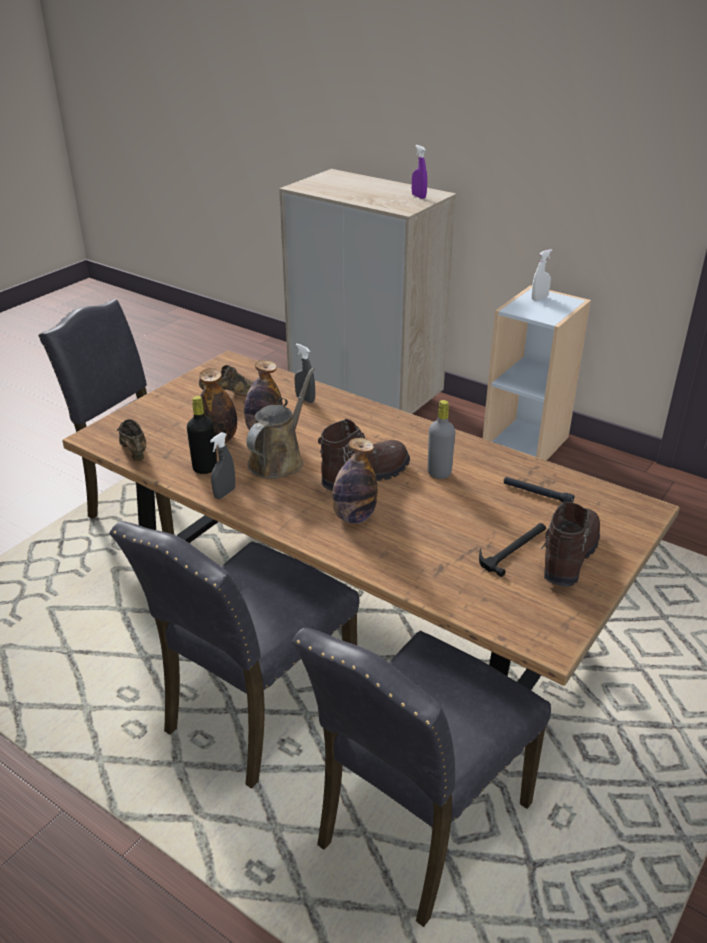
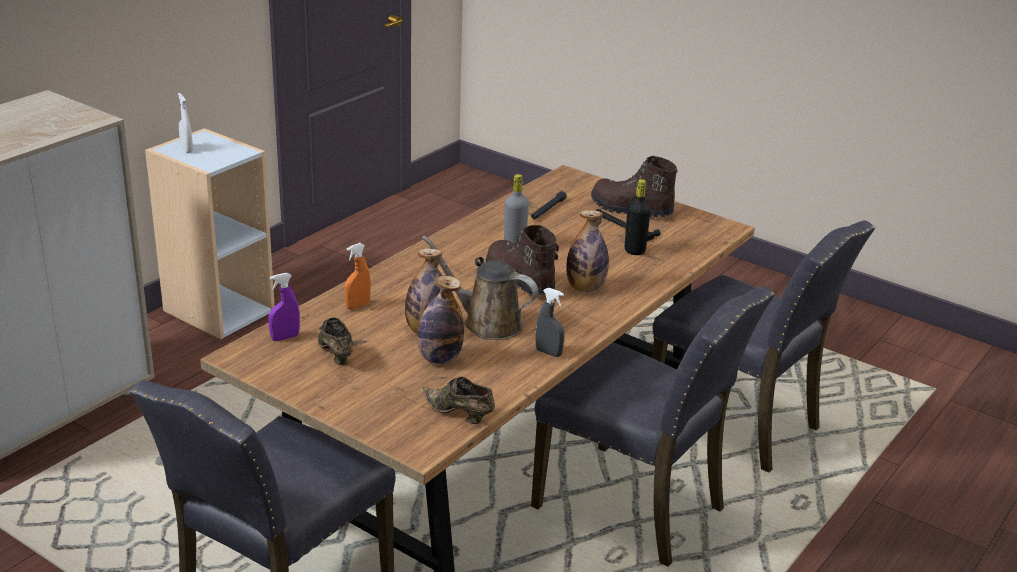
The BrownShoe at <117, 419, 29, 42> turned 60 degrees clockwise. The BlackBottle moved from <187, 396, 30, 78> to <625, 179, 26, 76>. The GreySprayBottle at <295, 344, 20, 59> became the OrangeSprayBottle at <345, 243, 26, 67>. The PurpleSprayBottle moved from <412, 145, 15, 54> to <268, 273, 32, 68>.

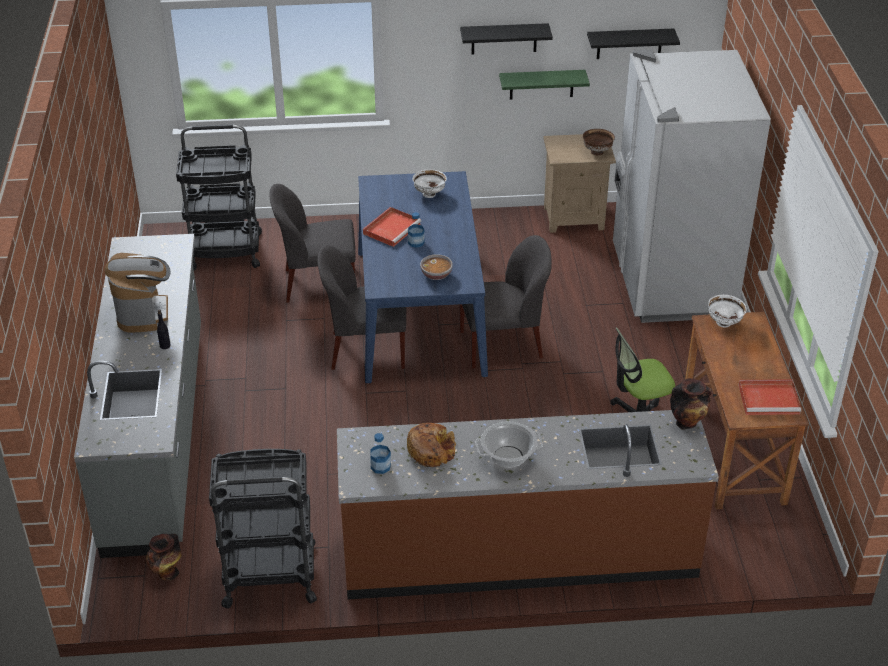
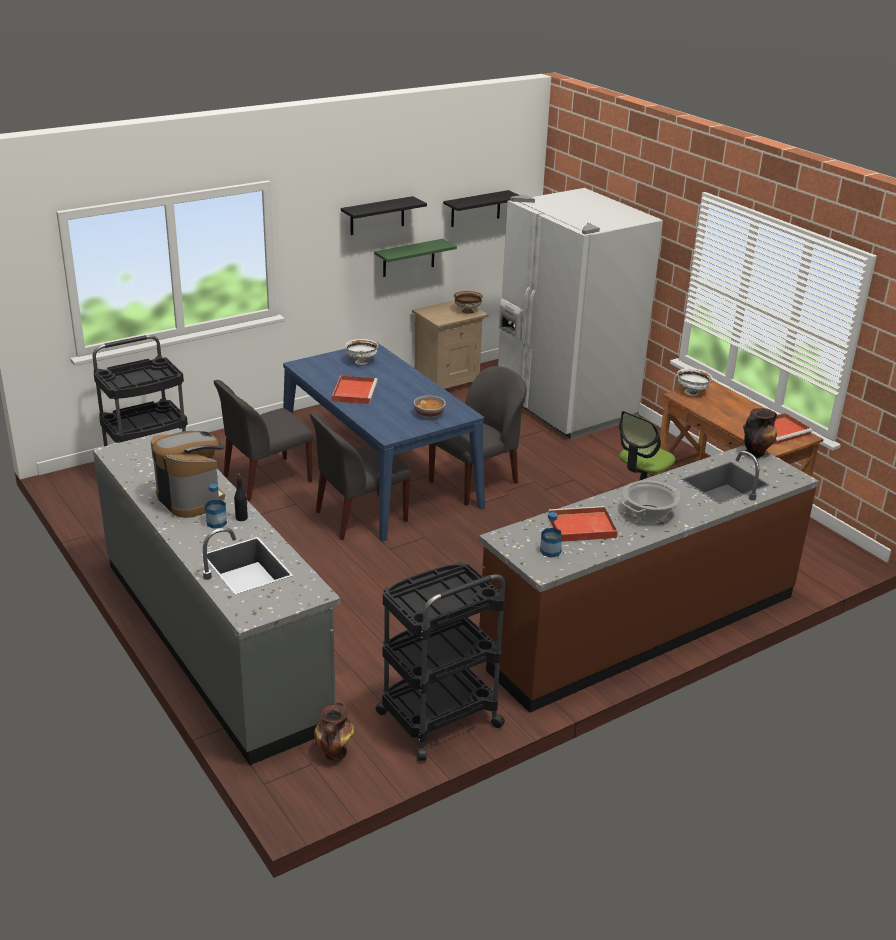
The Bread at <407, 423, 49, 44> was replaced by the RedTray at <548, 506, 70, 36>. The Bottle moved from <408, 212, 17, 36> to <205, 484, 22, 45>.

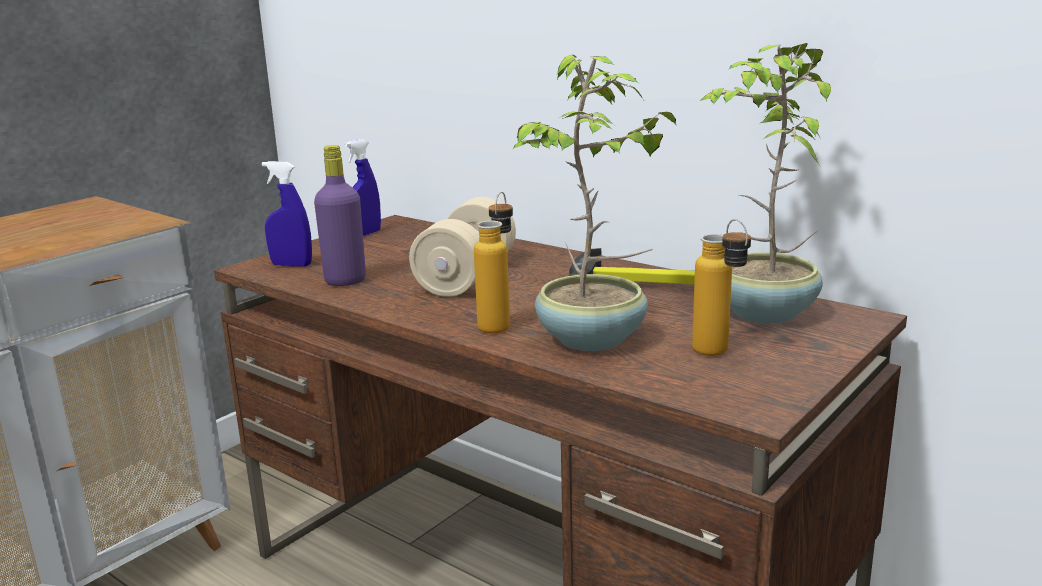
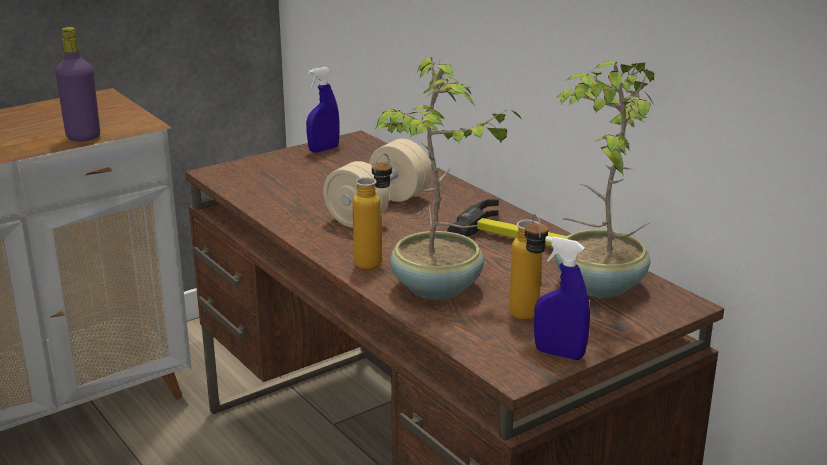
The BlueSprayBottle moved from <262, 161, 50, 106> to <534, 236, 56, 124>. The PurpleBottle moved from <314, 145, 52, 141> to <55, 27, 45, 114>.

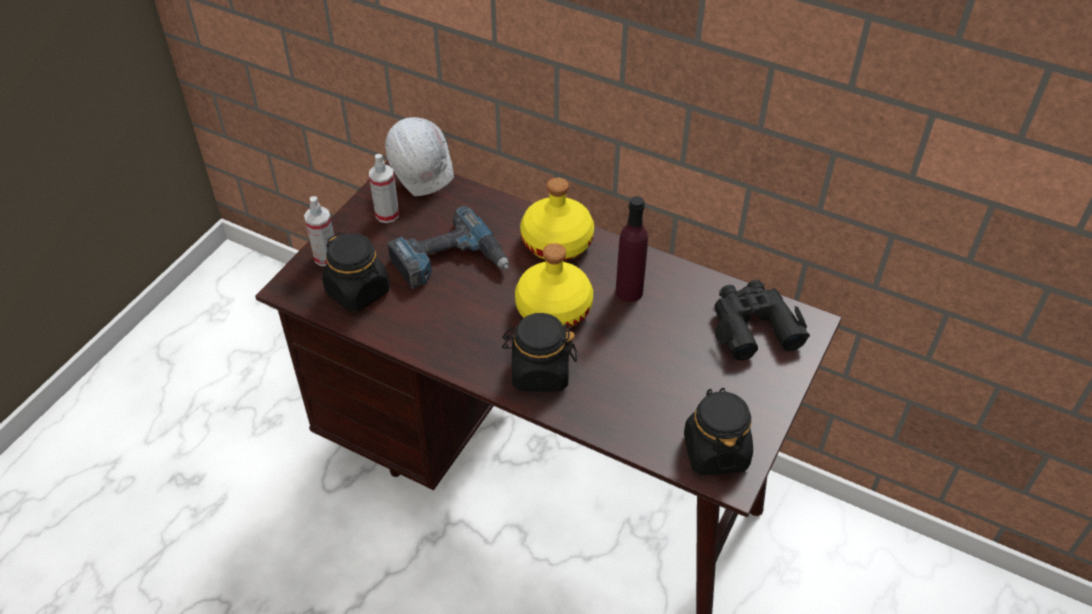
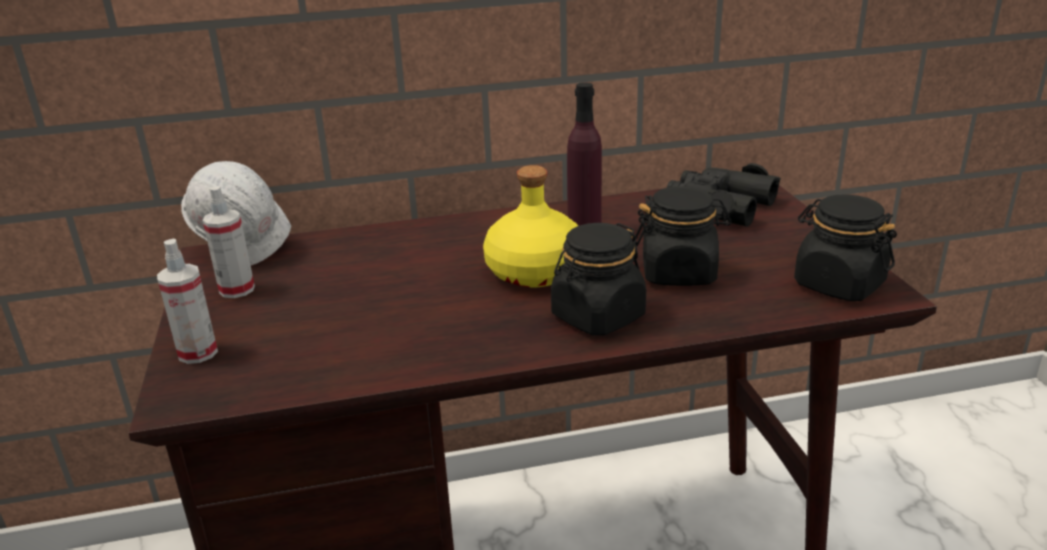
The BlackJar moved from <322, 232, 68, 80> to <635, 186, 97, 100>. The PowerDrill at <387, 206, 122, 83> disappeared. The YellowBottle at <520, 177, 74, 84> disappeared.

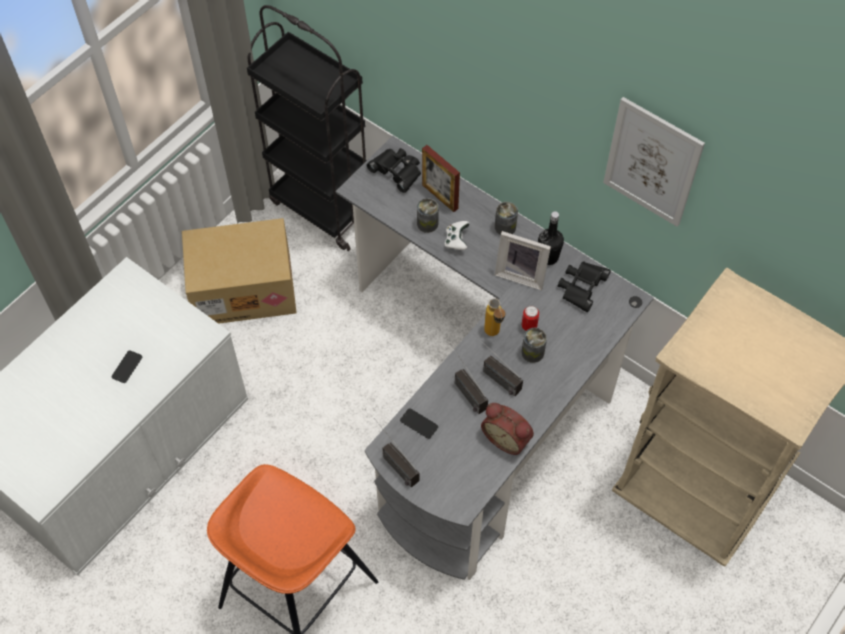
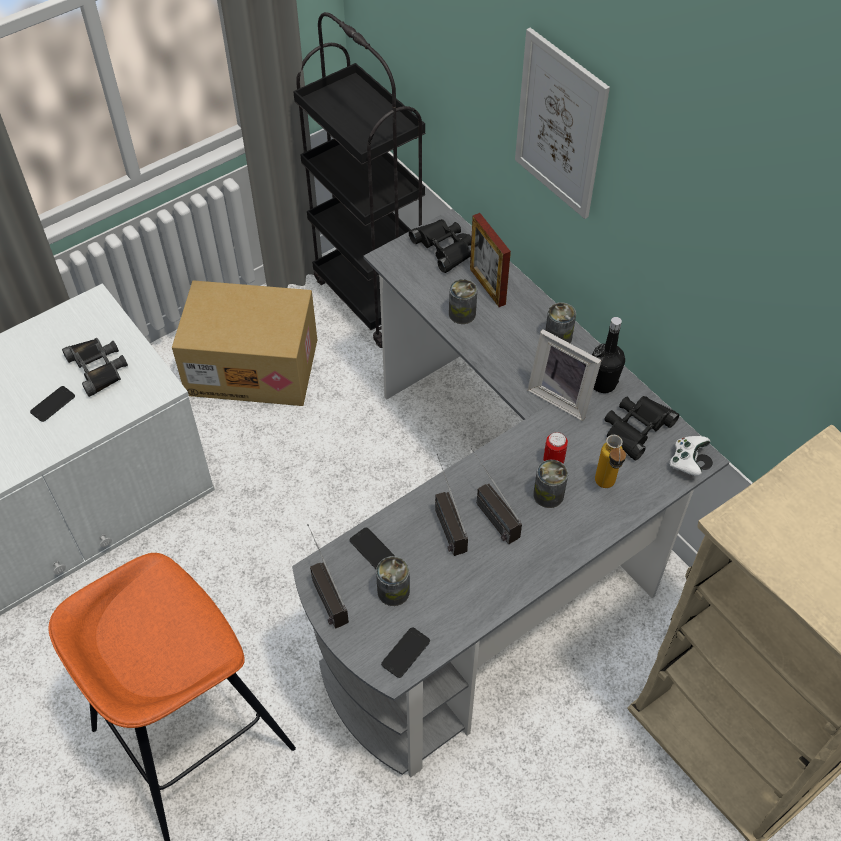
The WhiteGameController moved from <445, 221, 25, 29> to <670, 436, 40, 40>. The AlarmClock at <481, 403, 53, 52> disappeared. The Bottle moved from <484, 298, 21, 38> to <595, 435, 31, 53>. The Picture moved from <603, 97, 102, 130> to <515, 28, 95, 191>. The BlackBinoculars at <62, 338, 66, 59> appeared. The Can at <376, 556, 34, 50> appeared. The Phone at <381, 627, 49, 51> appeared.

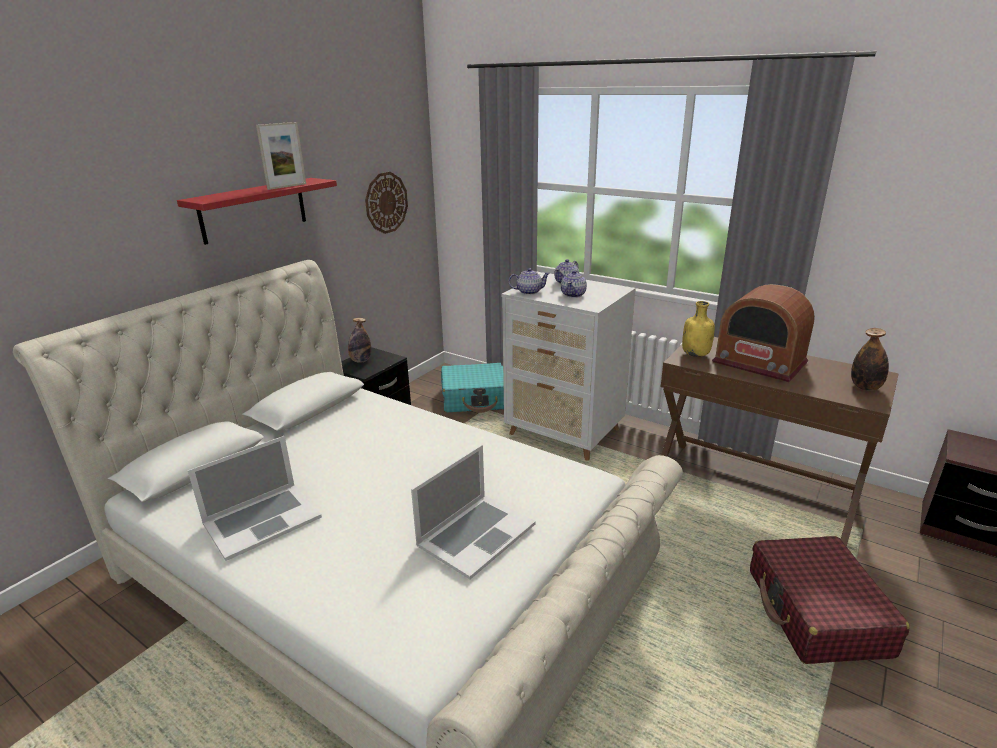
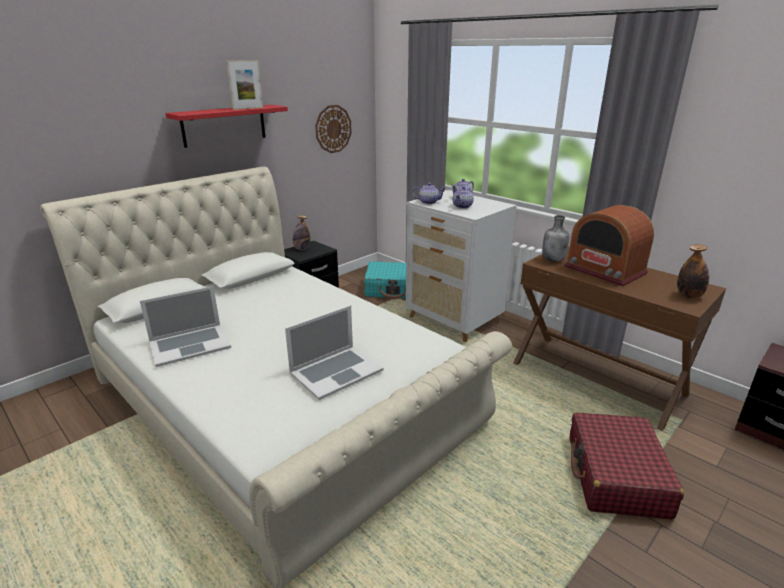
The YellowBottle at <682, 301, 33, 56> became the GreyBottle at <542, 215, 27, 47>.

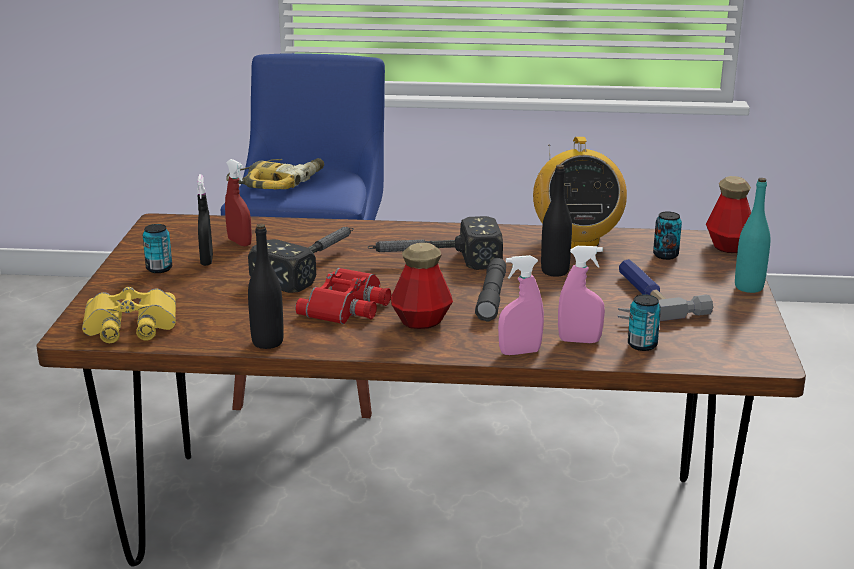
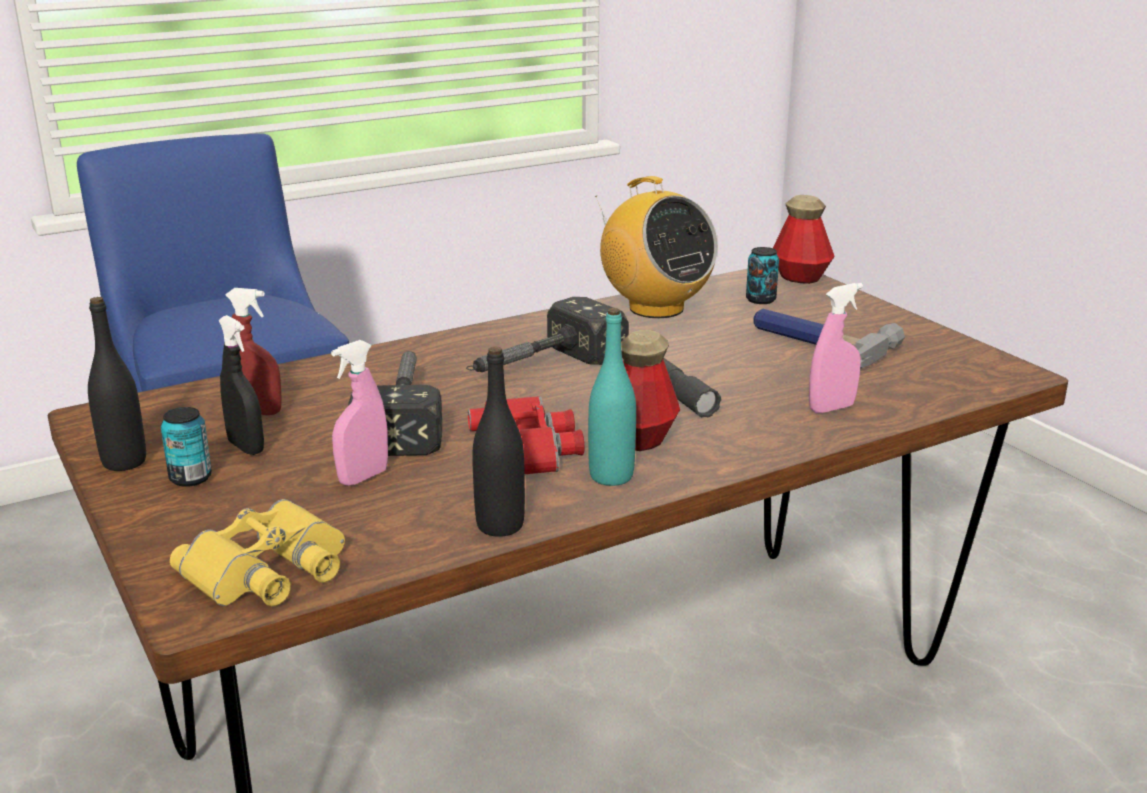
The PowerDrill at <226, 158, 98, 31> disappeared. The PinkSprayBottle moved from <498, 255, 46, 100> to <331, 340, 57, 146>. The BlackBottle moved from <541, 164, 31, 113> to <88, 297, 58, 174>. The Can at <628, 294, 33, 57> disappeared. The TurquoiseBottle moved from <735, 178, 35, 115> to <588, 308, 48, 178>.

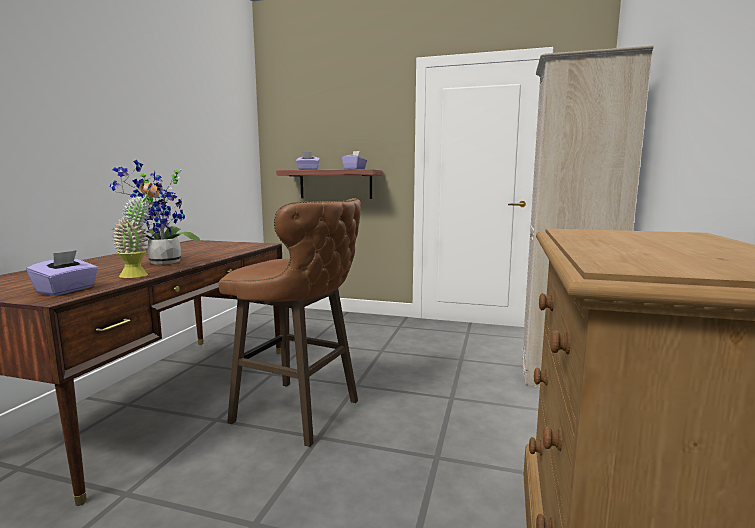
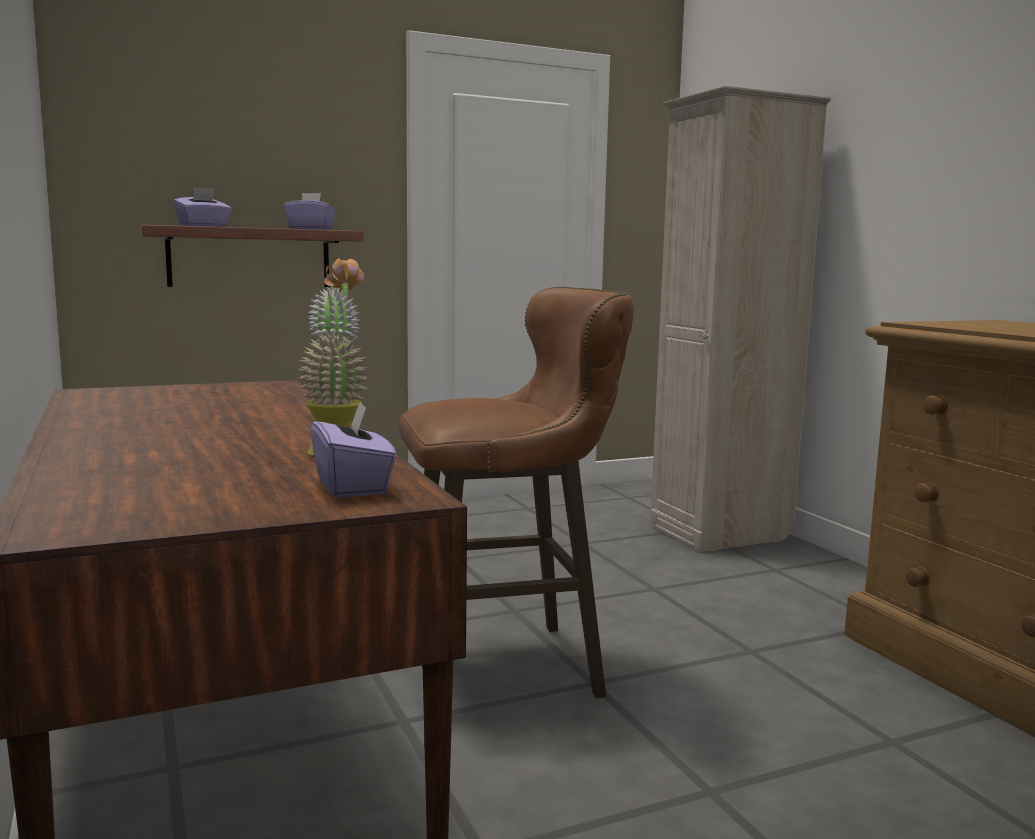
The PottedPlant at <110, 160, 90, 105> disappeared.

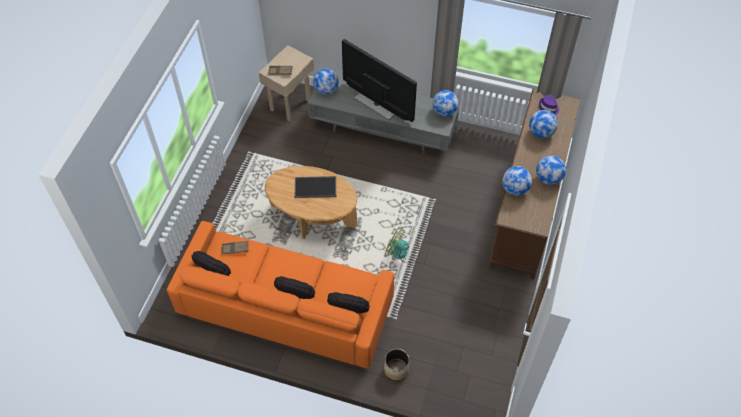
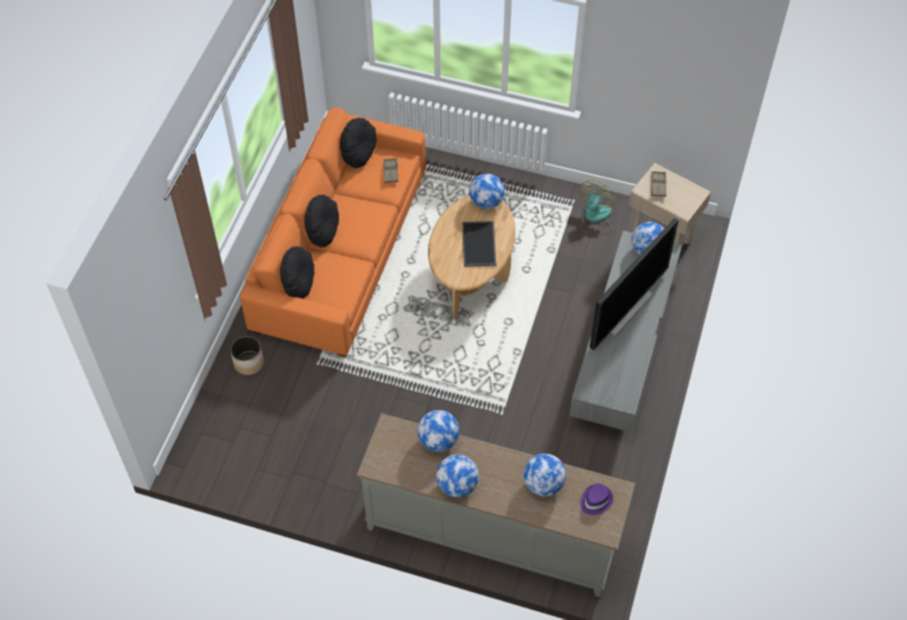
The Fan moved from <385, 227, 35, 36> to <579, 180, 36, 55>. The Globe moved from <432, 90, 27, 26> to <469, 174, 36, 35>. The BrownCabinet at <490, 88, 90, 192> became the GreyCabinet at <356, 413, 280, 184>.

